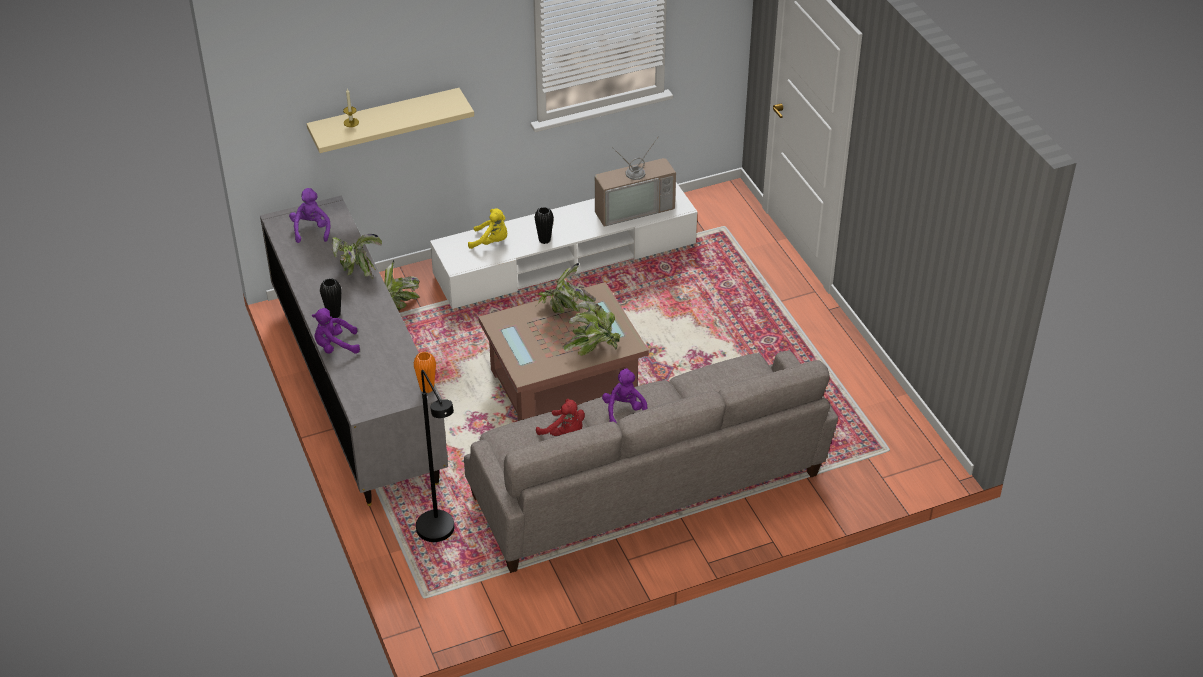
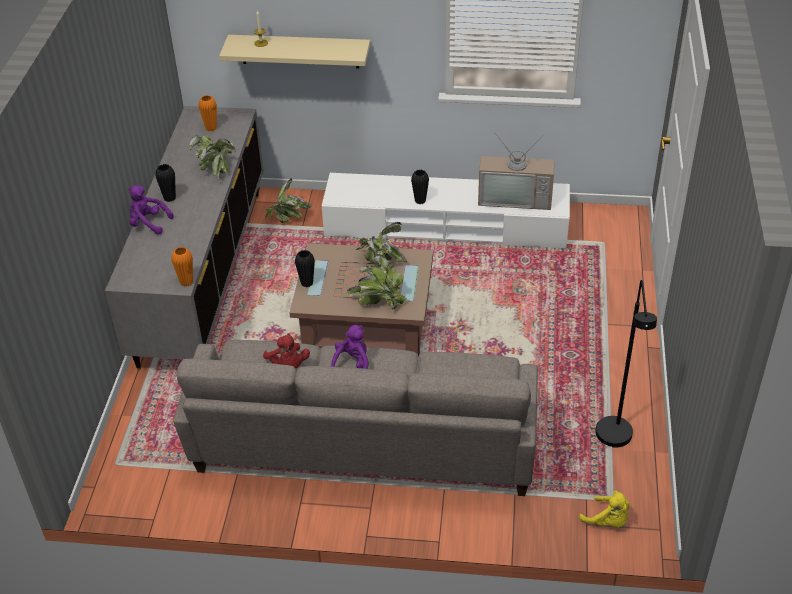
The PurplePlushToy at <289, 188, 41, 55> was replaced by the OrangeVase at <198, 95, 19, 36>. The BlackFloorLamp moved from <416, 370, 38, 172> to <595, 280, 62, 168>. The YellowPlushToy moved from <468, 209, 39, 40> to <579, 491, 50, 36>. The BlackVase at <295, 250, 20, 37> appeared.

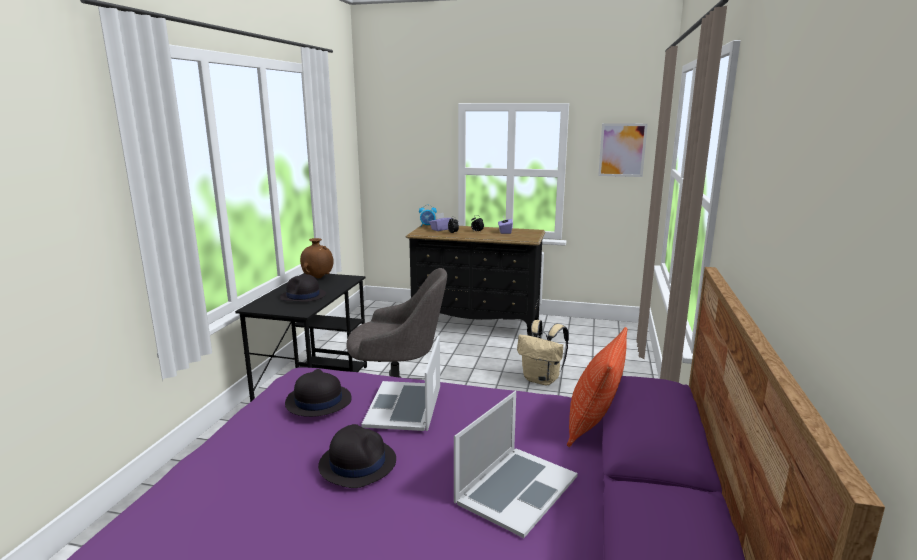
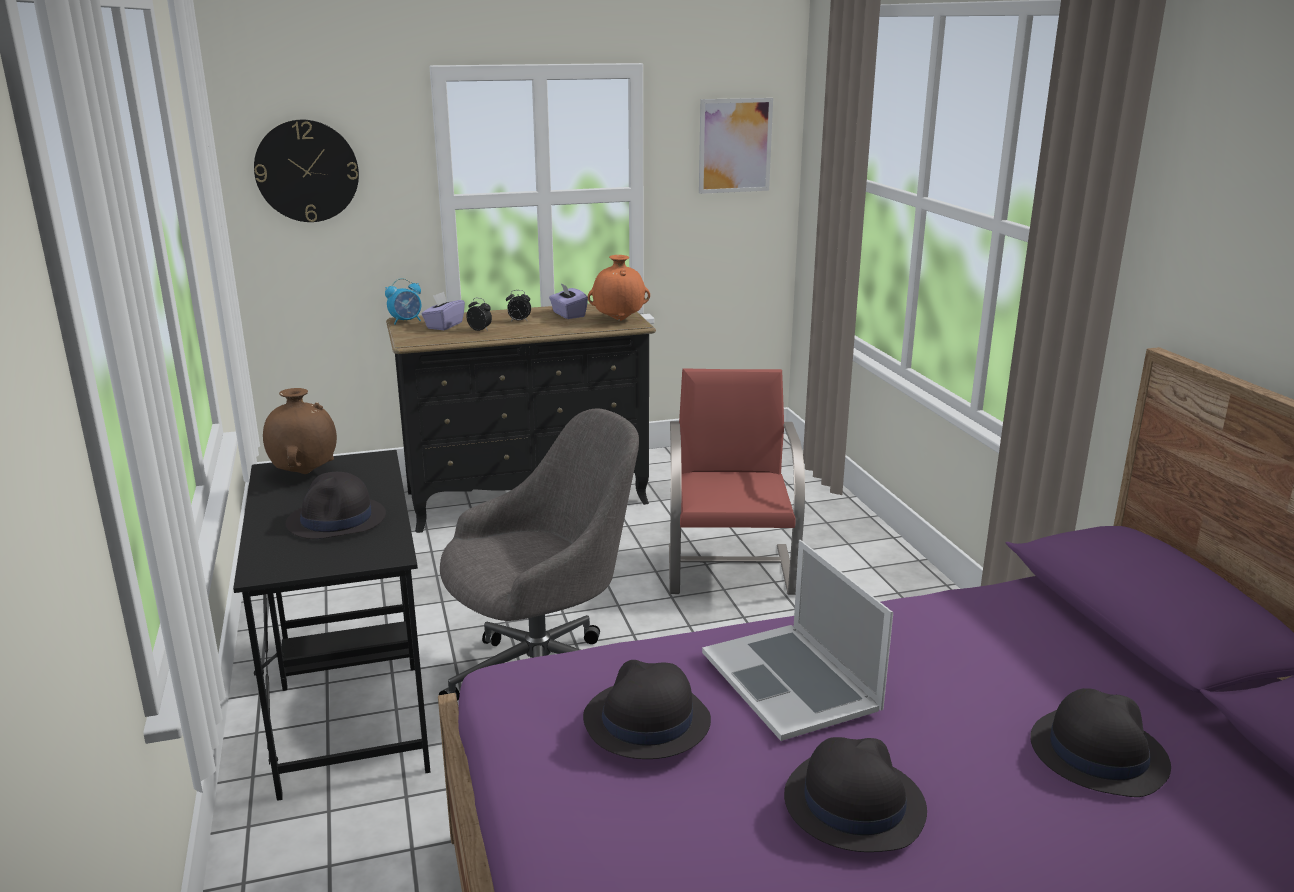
The Laptop at <454, 391, 124, 147> was replaced by the BlackHat at <1030, 688, 141, 109>. The BeigeBackpack at <517, 320, 52, 65> was replaced by the RedChair at <669, 368, 136, 227>. The OrangePillow at <567, 327, 60, 120> disappeared. The WallClock at <254, 120, 105, 102> appeared. The OrangeVase at <588, 255, 62, 66> appeared.

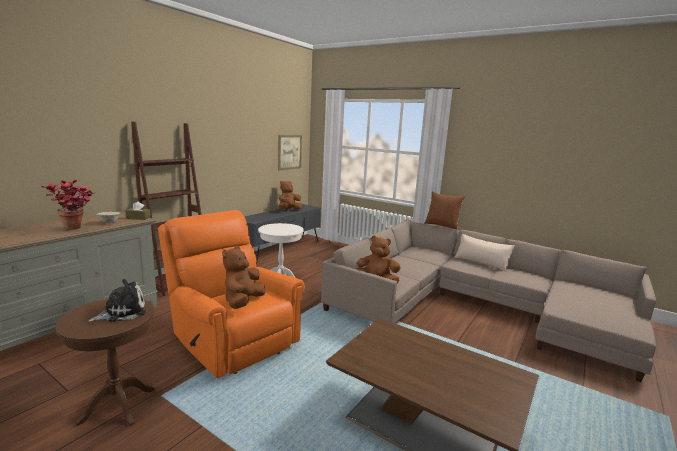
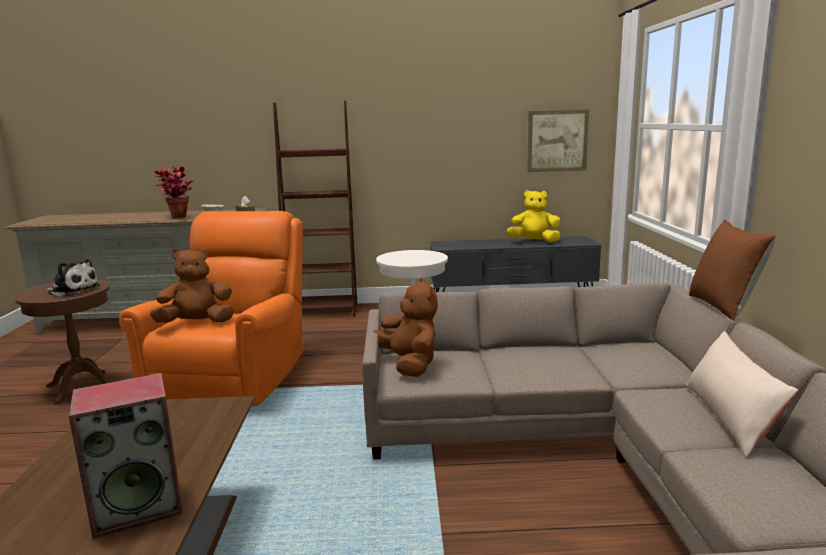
The BrownPlushToy at <278, 181, 24, 28> became the YellowPlushToy at <507, 190, 54, 52>. The Speaker at <69, 373, 114, 166> appeared.

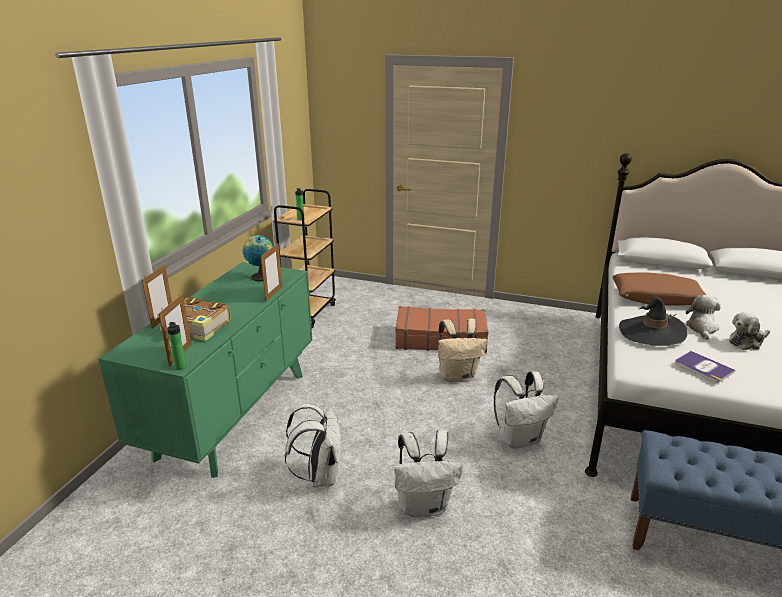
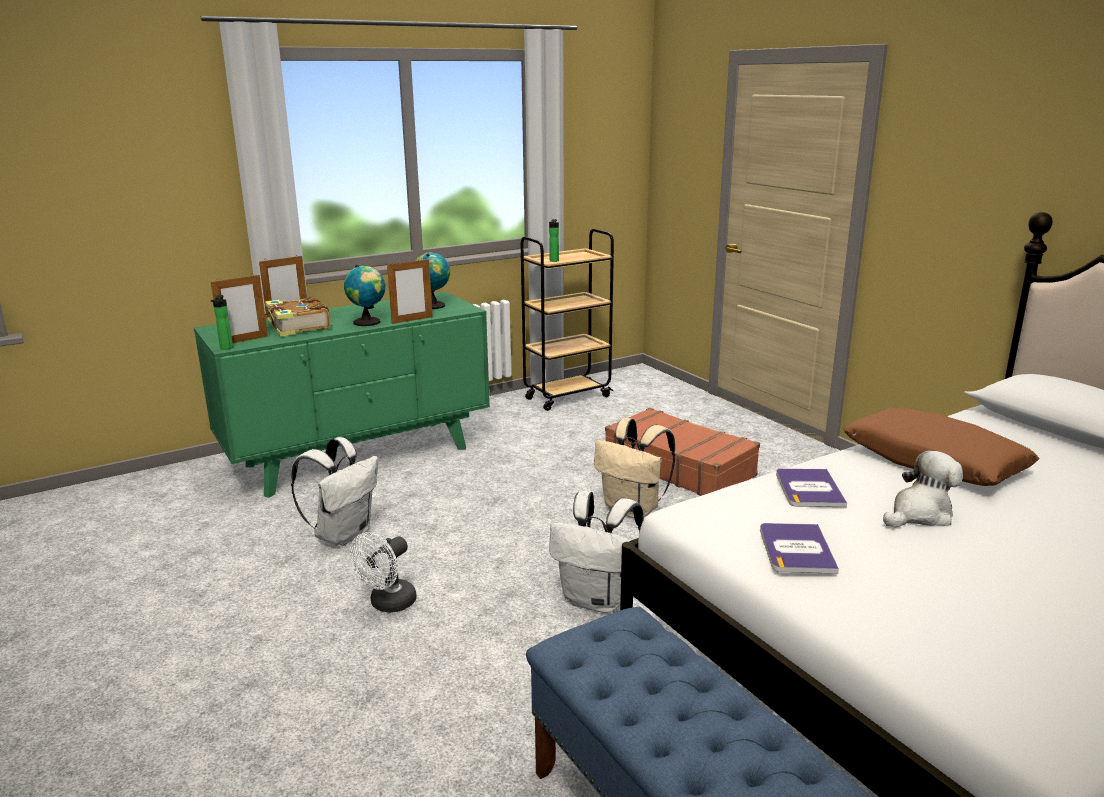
The WhiteBackpack at <395, 430, 68, 87> was replaced by the WhiteFan at <350, 532, 67, 81>. The BlackHat at <619, 297, 69, 49> was replaced by the Book at <776, 468, 71, 39>. The PlushToy at <729, 313, 41, 37> disappeared. The Globe at <344, 265, 41, 61> appeared.

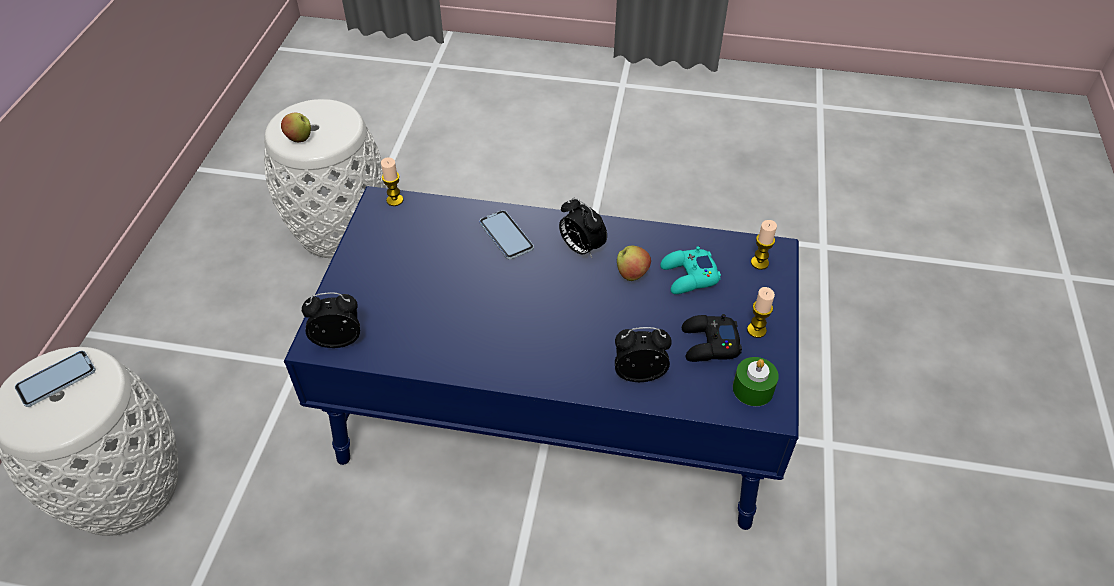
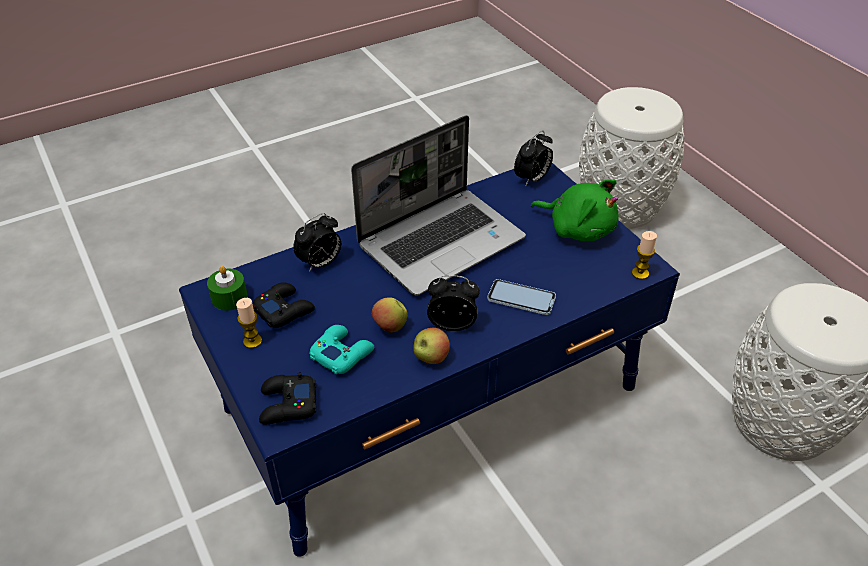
The Phone at <15, 351, 81, 56> disappeared. The Apple moved from <281, 113, 30, 29> to <413, 328, 37, 36>. The Candle at <751, 220, 26, 50> was replaced by the BlackGameController at <259, 372, 57, 52>. The Laptop at <351, 115, 175, 181> appeared. The GreenPlushToy at <531, 179, 88, 62> appeared.

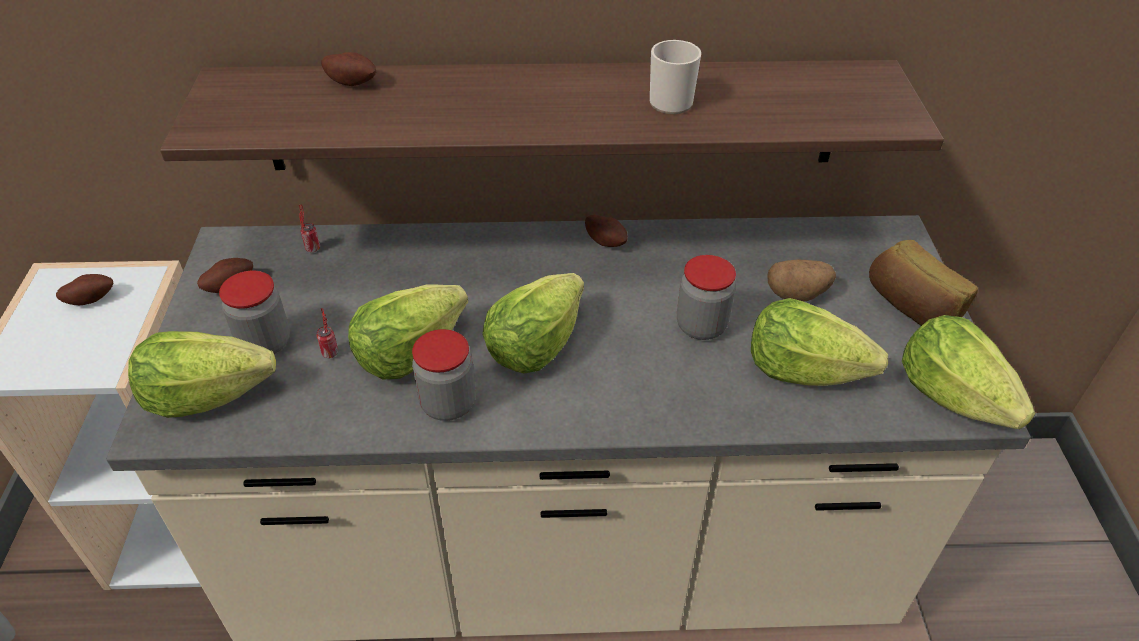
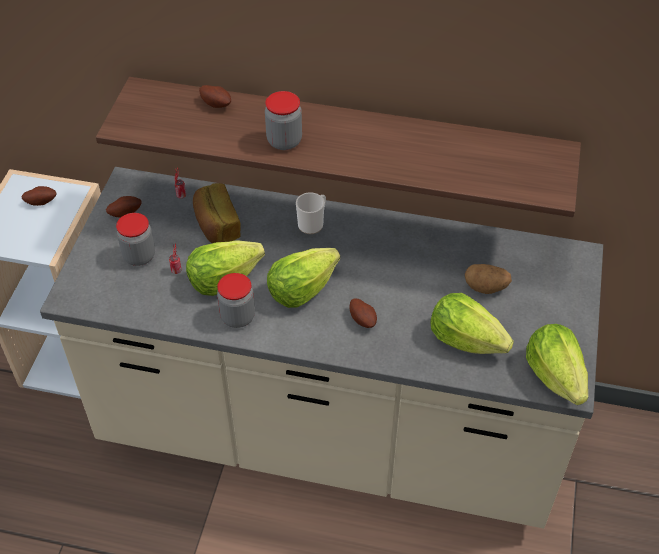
The Lettuce at <128, 331, 148, 87> disappeared. The Potato moved from <585, 215, 43, 32> to <350, 299, 27, 29>. The Mug moved from <650, 40, 51, 74> to <296, 192, 30, 42>. The Jar moved from <677, 255, 59, 85> to <265, 91, 37, 59>. The Bread moved from <869, 240, 109, 86> to <193, 183, 47, 60>.

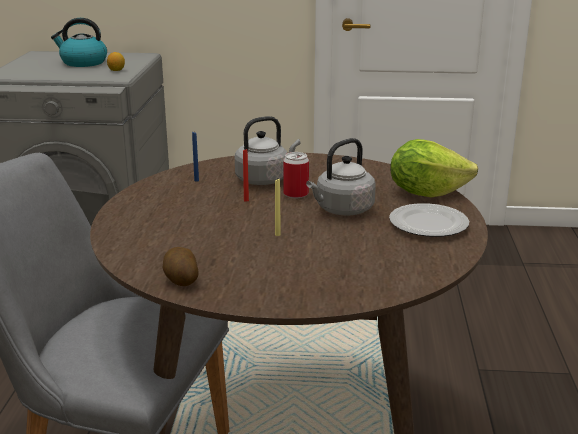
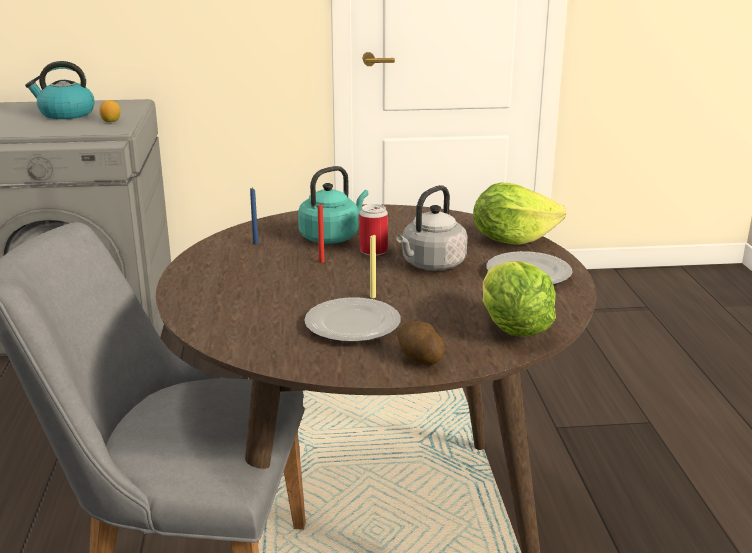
The Potato moved from <162, 247, 36, 39> to <397, 321, 48, 44>. The GreyKettle at <235, 116, 65, 69> became the TurquoiseKettle at <298, 166, 71, 78>. The Plate at <304, 297, 97, 45> appeared. The Lettuce at <483, 261, 73, 76> appeared.

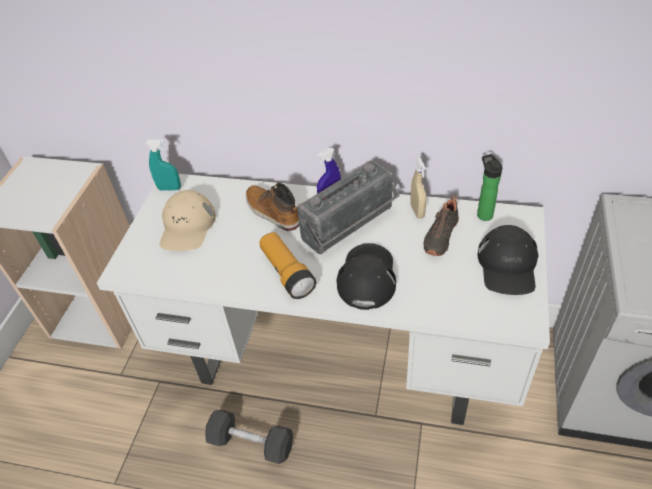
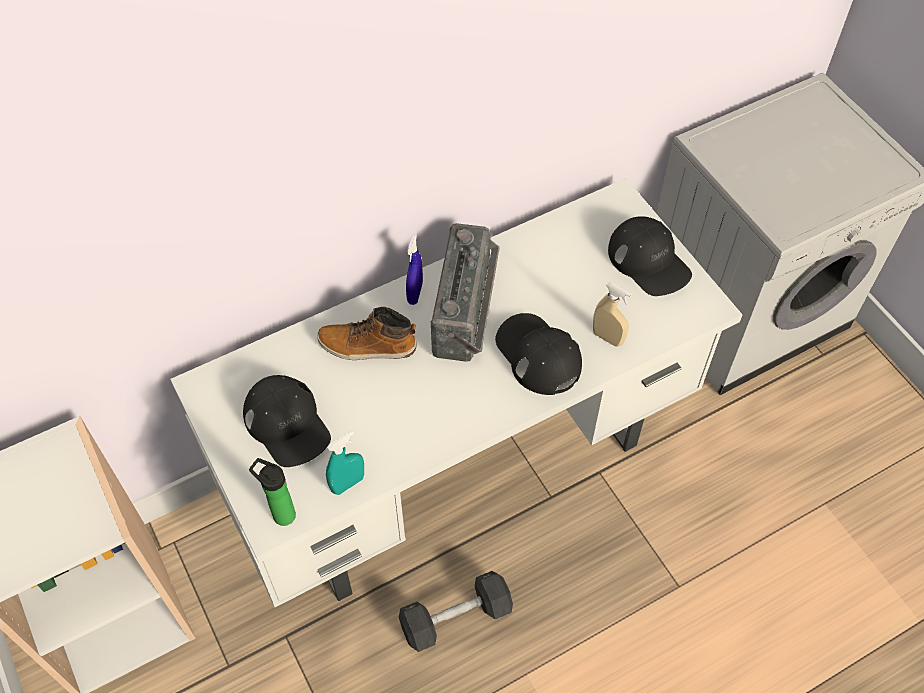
The TurquoiseSprayBottle moved from <145, 139, 36, 52> to <326, 431, 38, 64>. The BeigeCap at <159, 190, 57, 61> became the BlackCap at <243, 375, 88, 92>. The Flashlight at <260, 232, 56, 67> disappeared. The BeigeSprayBottle moved from <411, 157, 15, 62> to <593, 282, 39, 65>. The BlackShoe at <423, 195, 36, 61> disappeared. The Bottle moved from <477, 154, 25, 67> to <249, 458, 47, 68>.

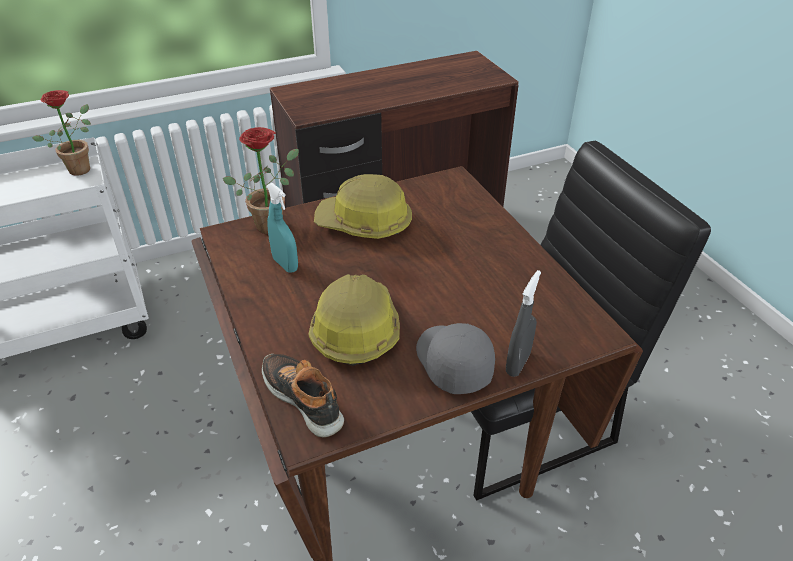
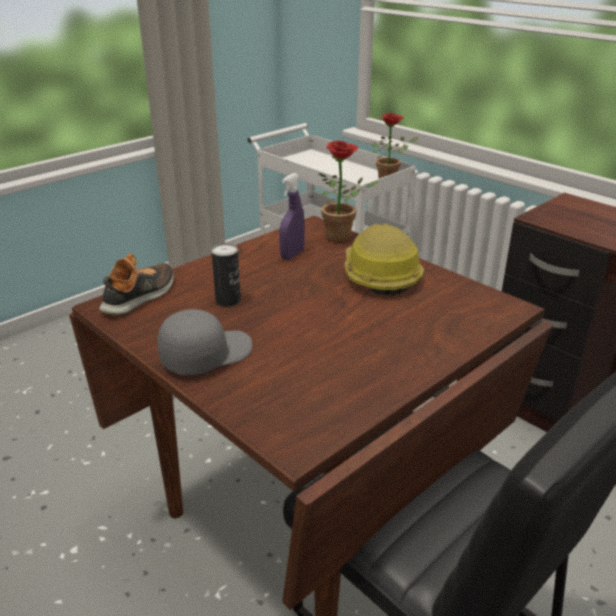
The TurquoiseSprayBottle at <266, 183, 32, 90> became the PurpleSprayBottle at <279, 173, 26, 87>. The HardHat at <308, 274, 92, 92> was replaced by the Can at <211, 243, 30, 64>. The GreySprayBottle at <506, 270, 35, 107> disappeared.

